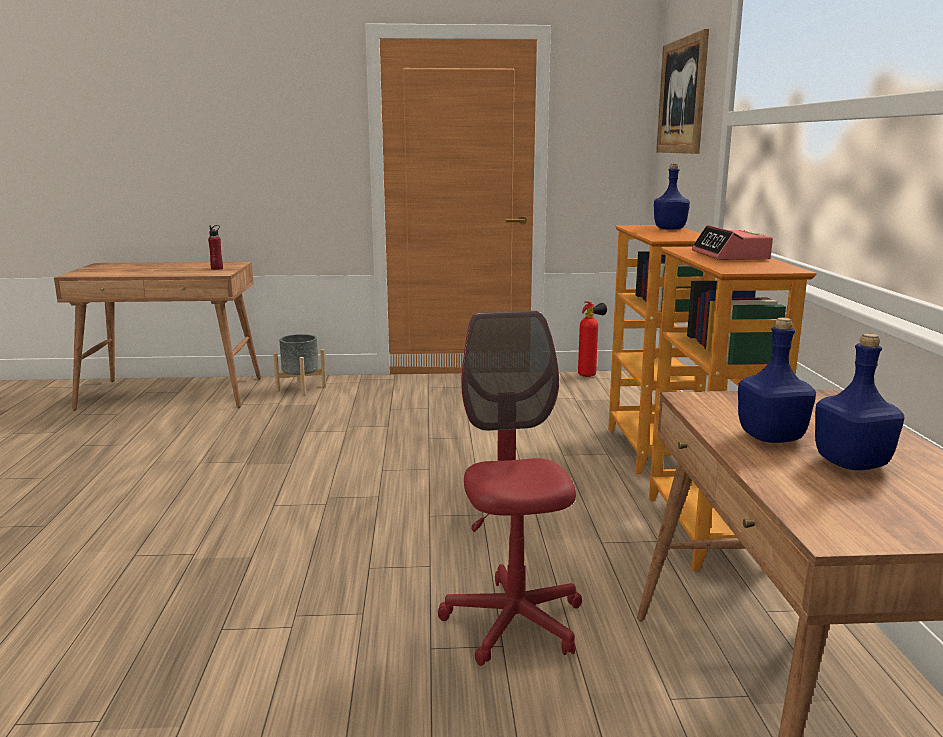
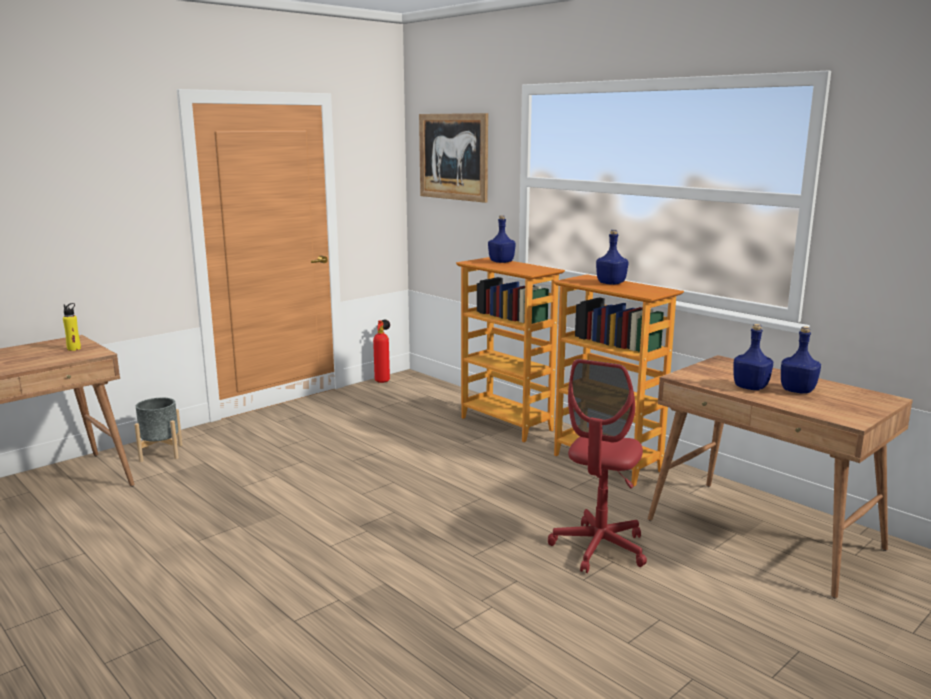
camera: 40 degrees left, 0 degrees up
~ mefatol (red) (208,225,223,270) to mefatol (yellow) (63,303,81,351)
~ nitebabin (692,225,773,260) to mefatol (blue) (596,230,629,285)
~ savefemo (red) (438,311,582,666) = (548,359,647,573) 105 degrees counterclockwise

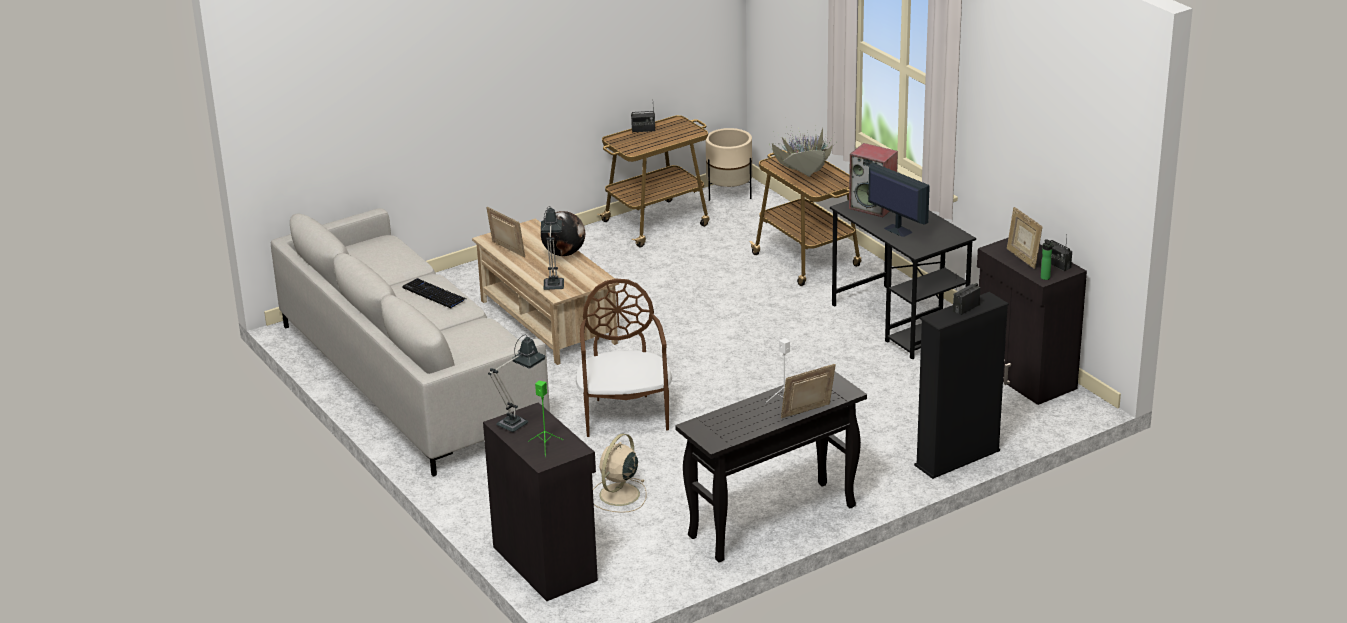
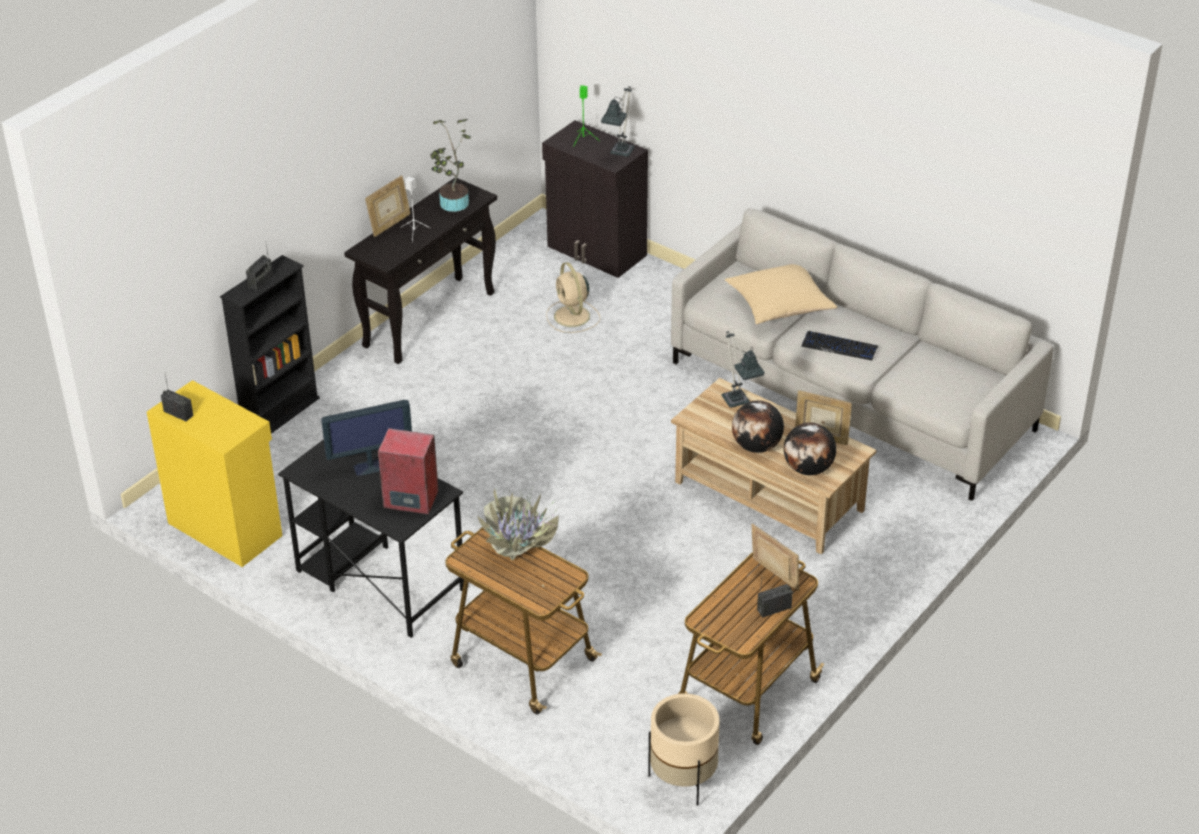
camera: 160 degrees right, 10 degrees up
~ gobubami (868,163,930,237) = (321,400,412,476) 45 degrees counterclockwise
~ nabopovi (1007,207,1043,269) to (751,524,799,591)
~ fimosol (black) (977,238,1087,405) to fimosol (yellow) (147,380,282,567)
- mefatol (1041,239,1054,280)
- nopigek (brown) (576,279,672,437)
~ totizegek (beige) (593,433,647,513) = (546,262,600,333) 150 degrees clockwise
+ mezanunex (430,119,471,212)
+ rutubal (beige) (725,264,838,324)
+ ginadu (784,422,836,475)

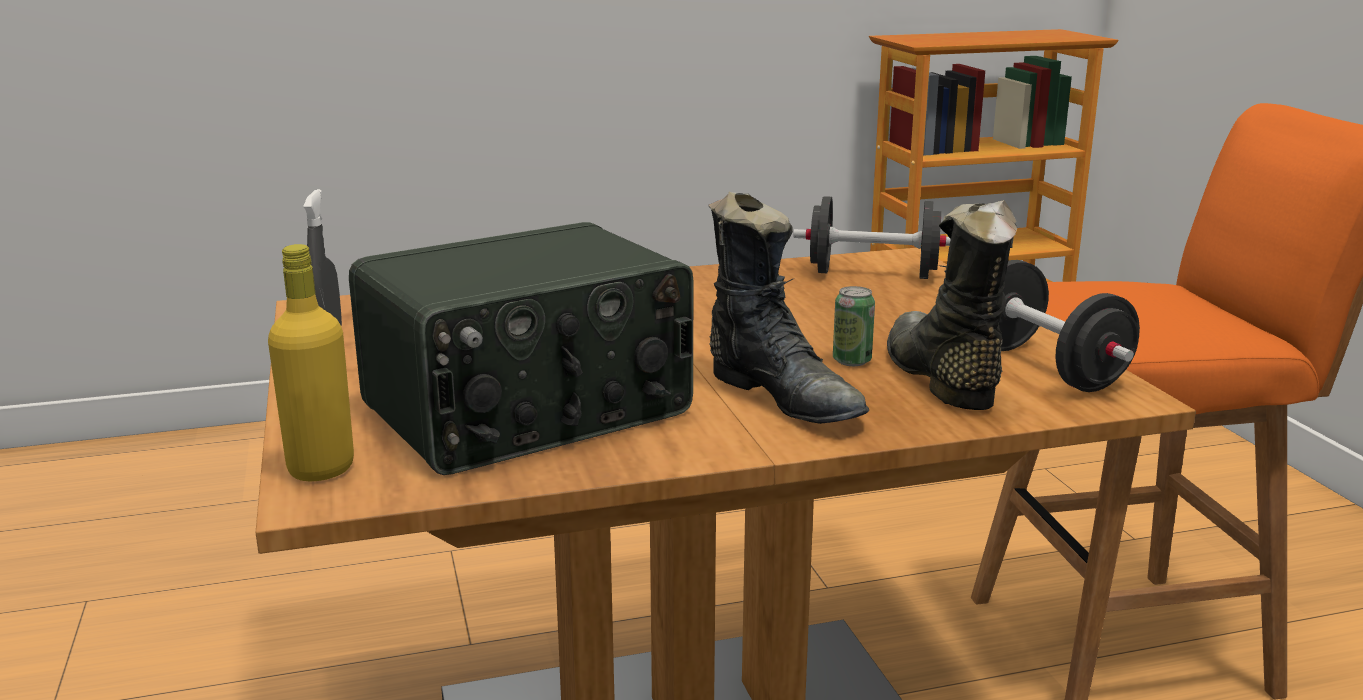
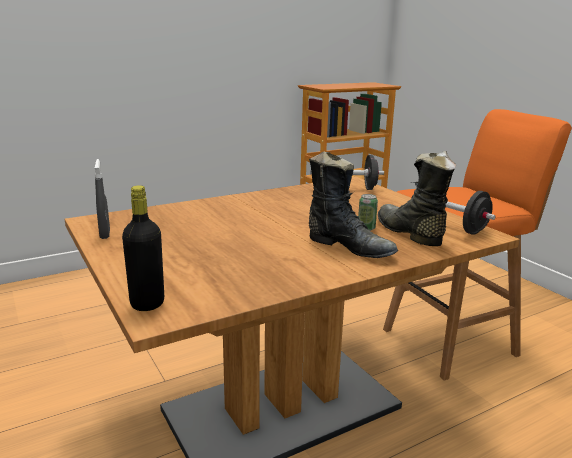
camera: 15 degrees left, 0 degrees up
- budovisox (349,222,693,475)
~ mefatol (yellow) (268,244,354,481) to mefatol (black) (122,185,164,311)

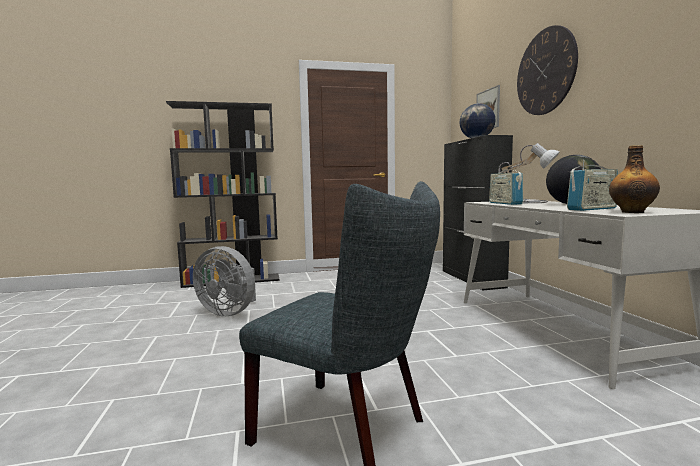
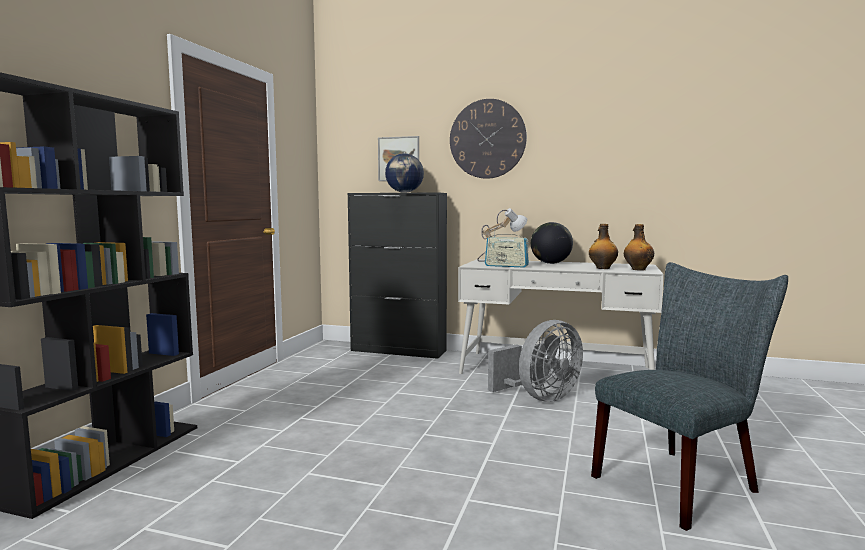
camera: 60 degrees left, 0 degrees up
~ budovisox (567,160,618,211) to mefatol (589,224,618,269)
~ totizegek (grey) (193,246,256,316) to (488,320,583,402)

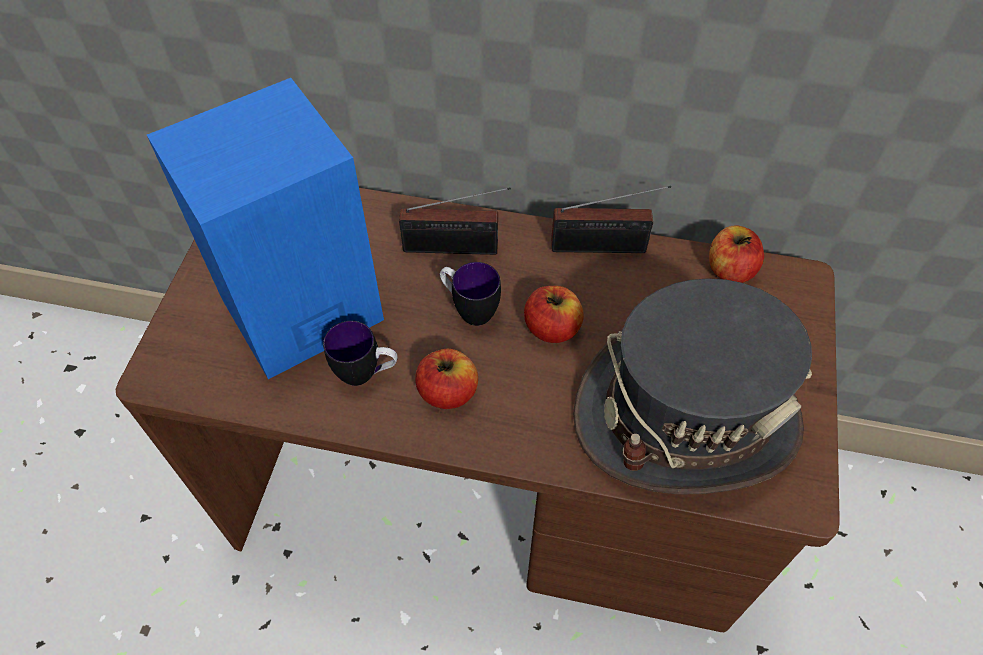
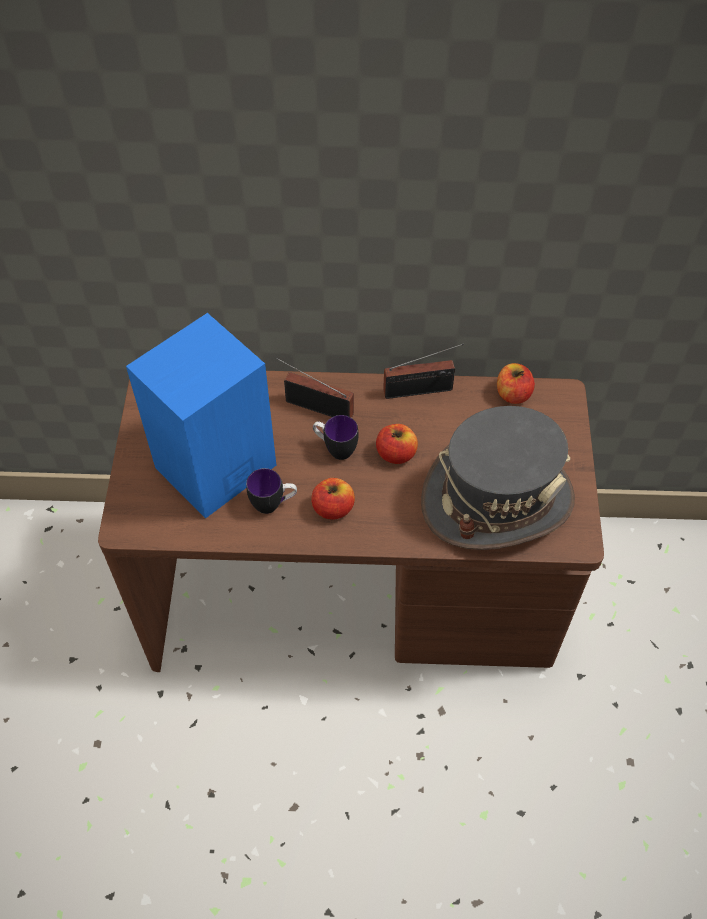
camera: 10 degrees left, 0 degrees up
~ budovisox (399,187,511,255) = (276,358,354,418) 150 degrees counterclockwise

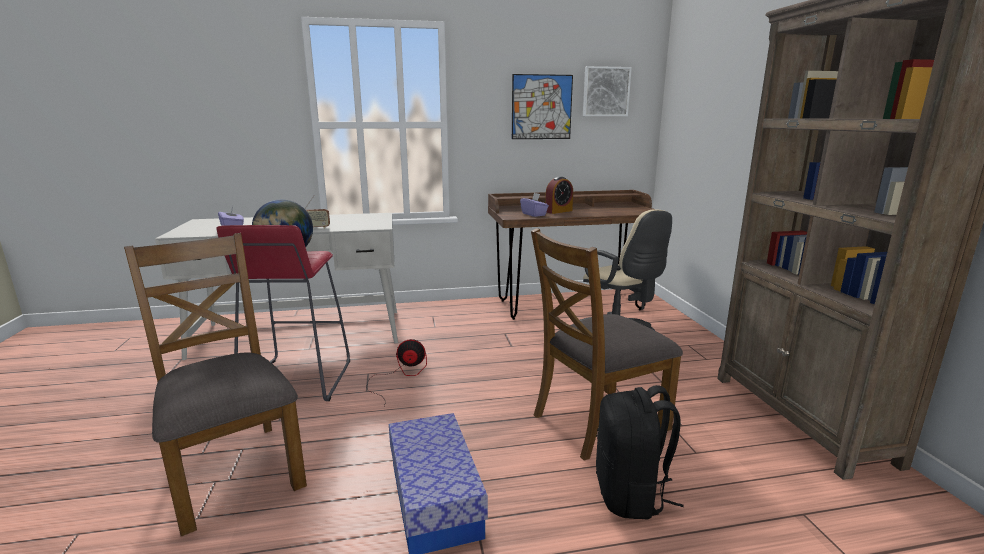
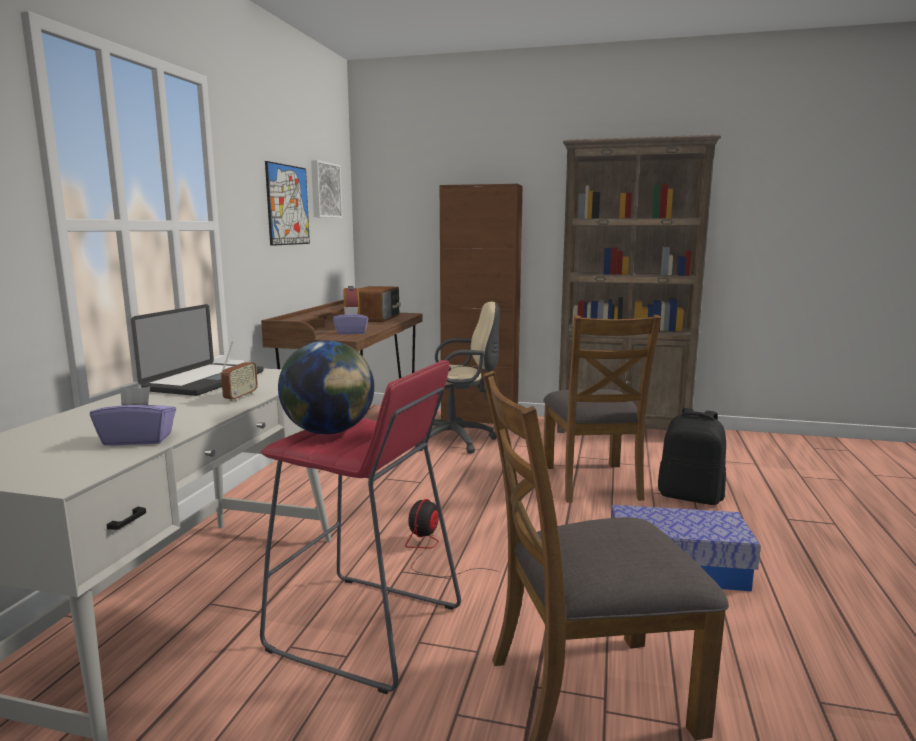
camera: 65 degrees left, 5 degrees down
+ fimosol (brown) (440,184,523,424)
+ budovisox (358,286,401,322)
+ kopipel (131,304,263,396)

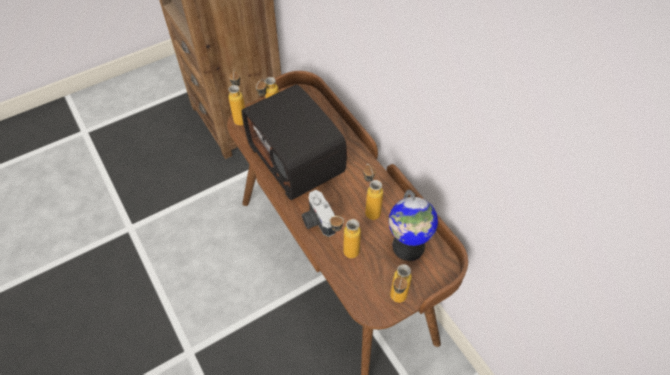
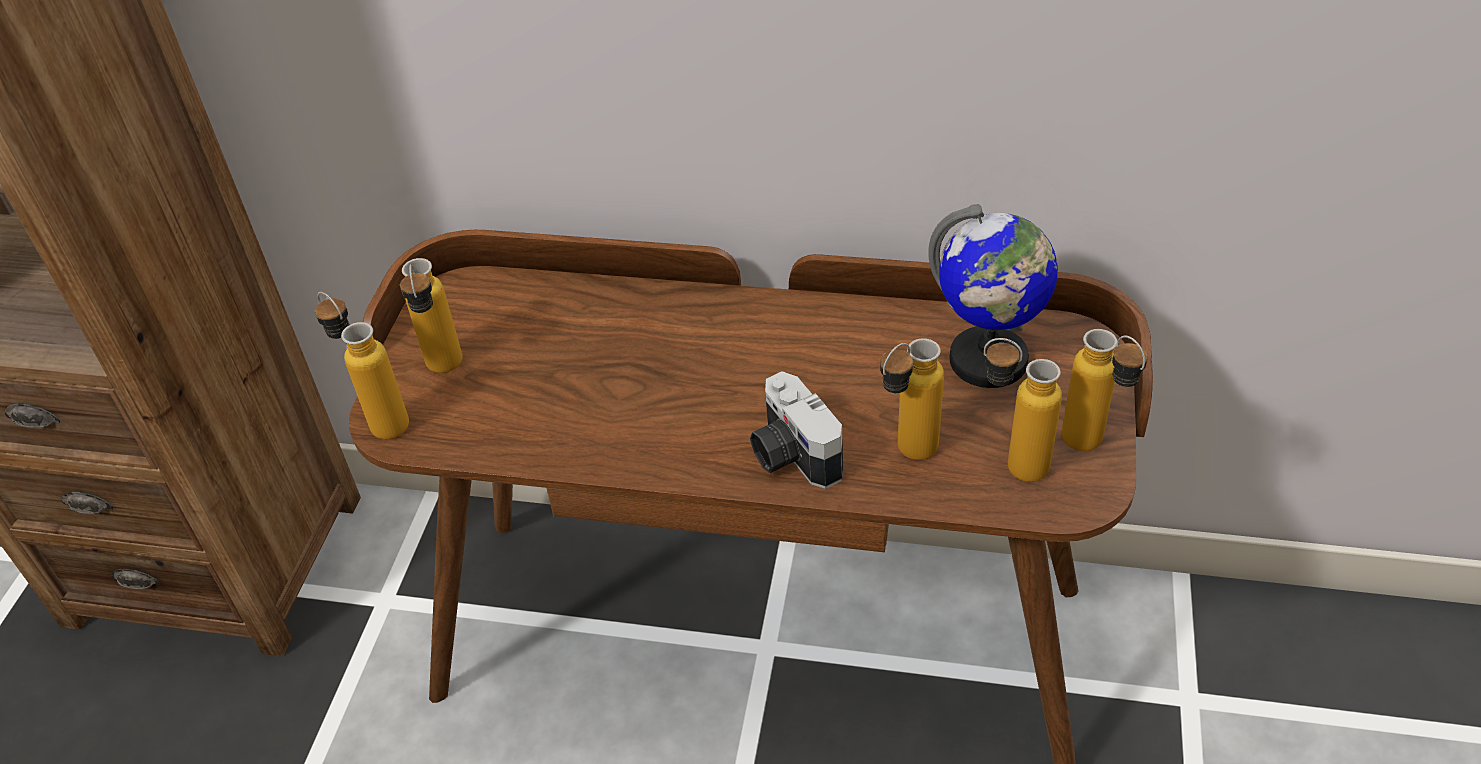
camera: 45 degrees left, 10 degrees down
- budovisox (242,84,347,200)
~ mefatol (363,164,383,220) to (984,338,1062,482)
~ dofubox (302,190,336,237) = (750,371,843,489) 45 degrees clockwise

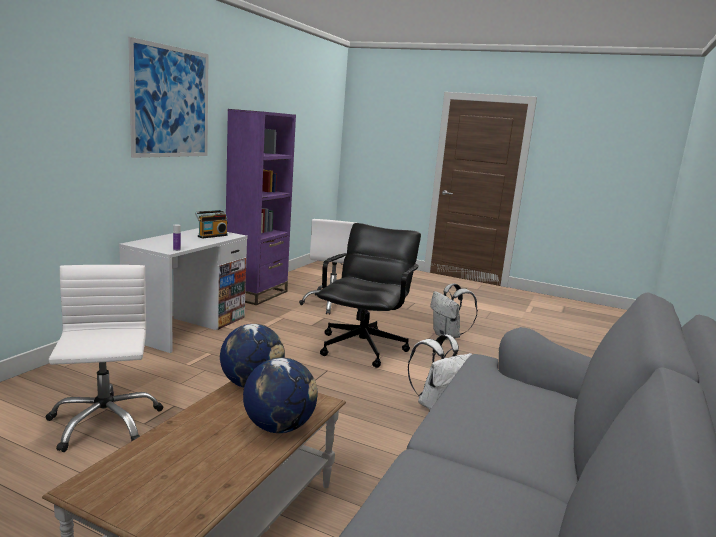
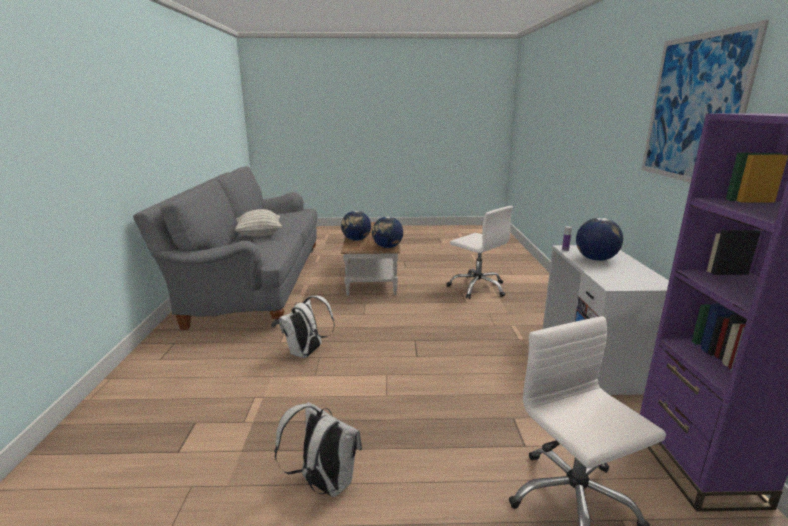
camera: 155 degrees right, 5 degrees up
- budovisox (195,210,228,239)
- savefemo (black) (317,223,421,368)
+ rutubal (235,209,282,237)
+ ginadu (576,218,623,261)

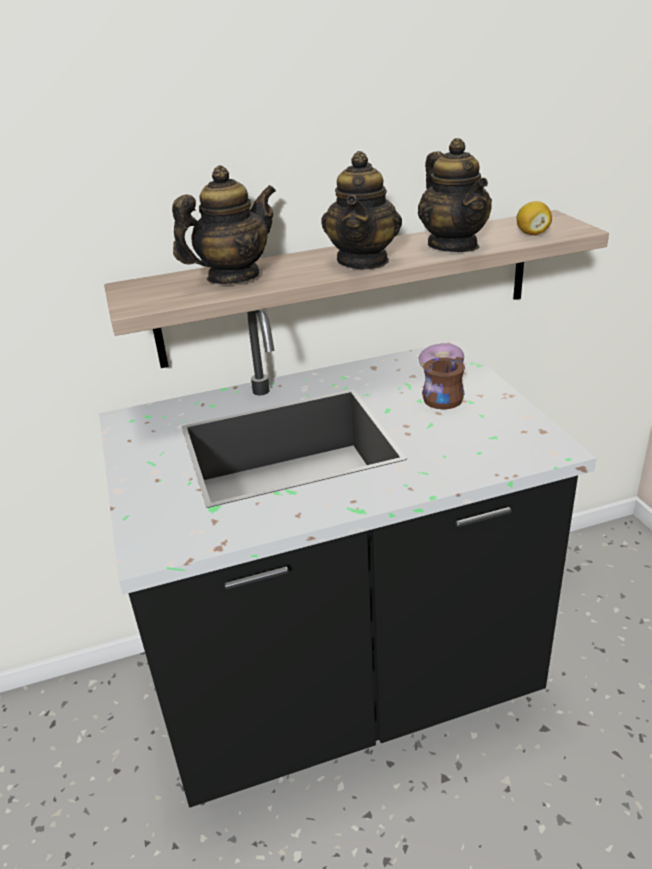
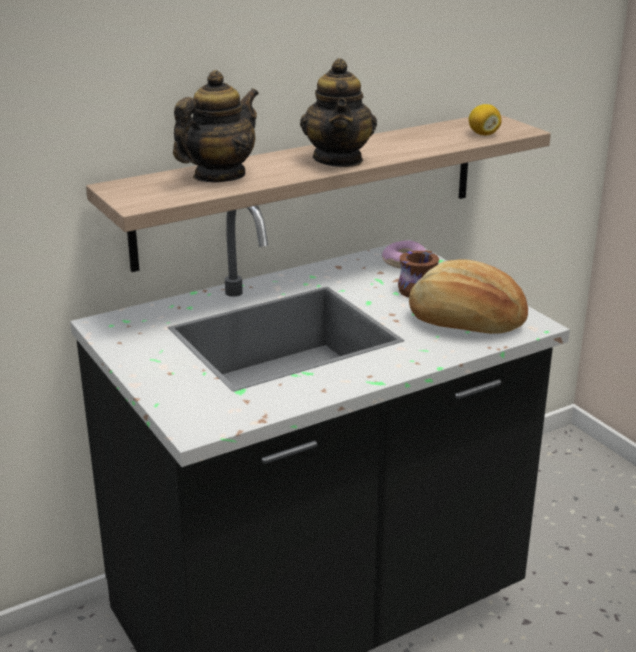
camera: 15 degrees left, 5 degrees down
- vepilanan (418,138,492,252)
+ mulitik (409,259,528,334)

